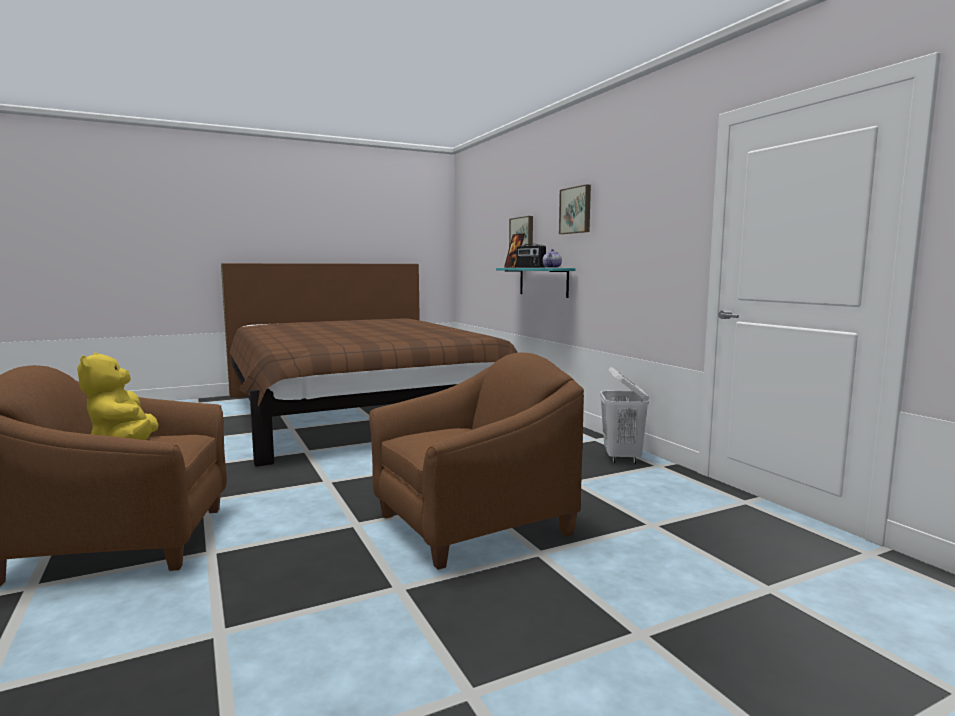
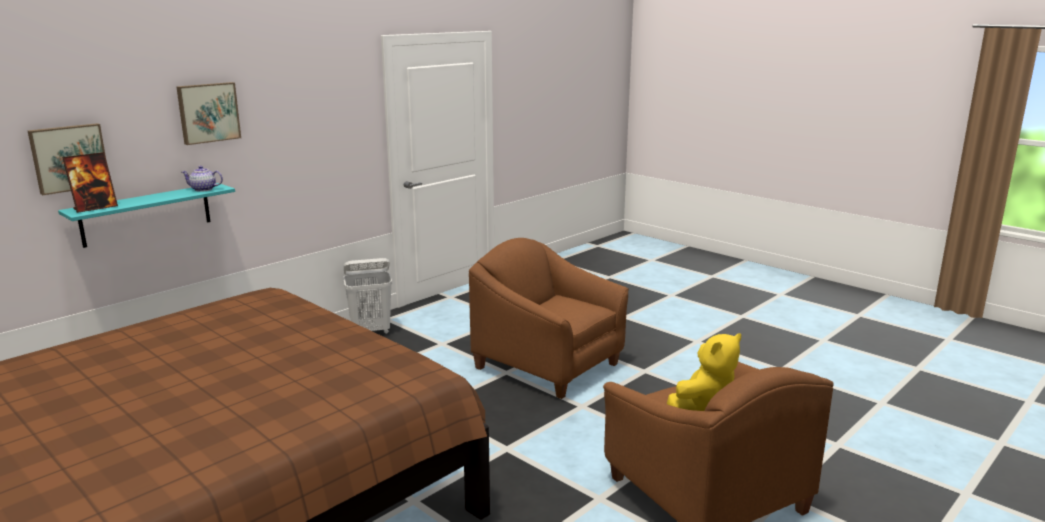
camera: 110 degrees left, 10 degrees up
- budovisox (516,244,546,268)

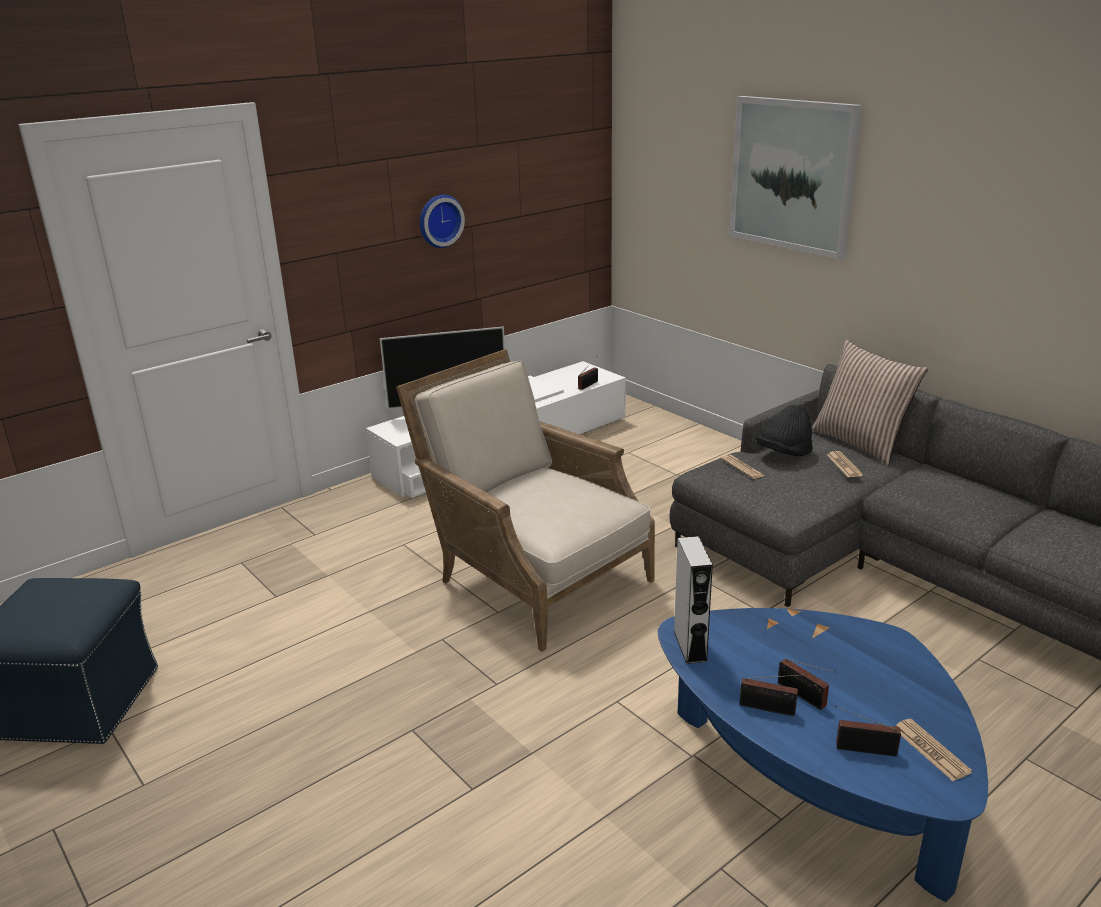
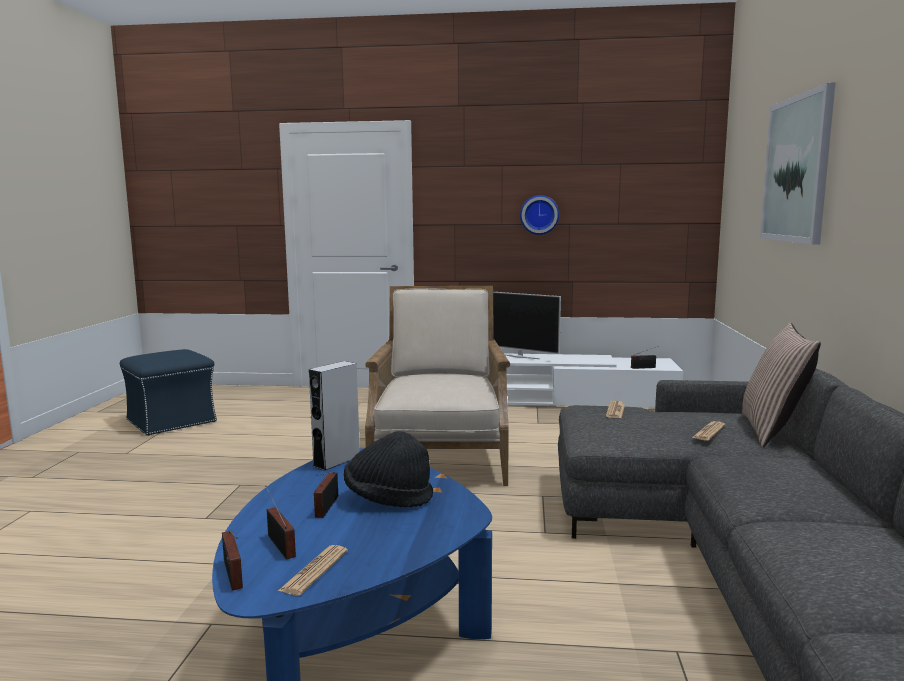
camera: 45 degrees right, 15 degrees down
~ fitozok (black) (756,405,813,456) to (344,431,433,508)
~ budovisox (739,674,807,716) to (222,530,243,591)

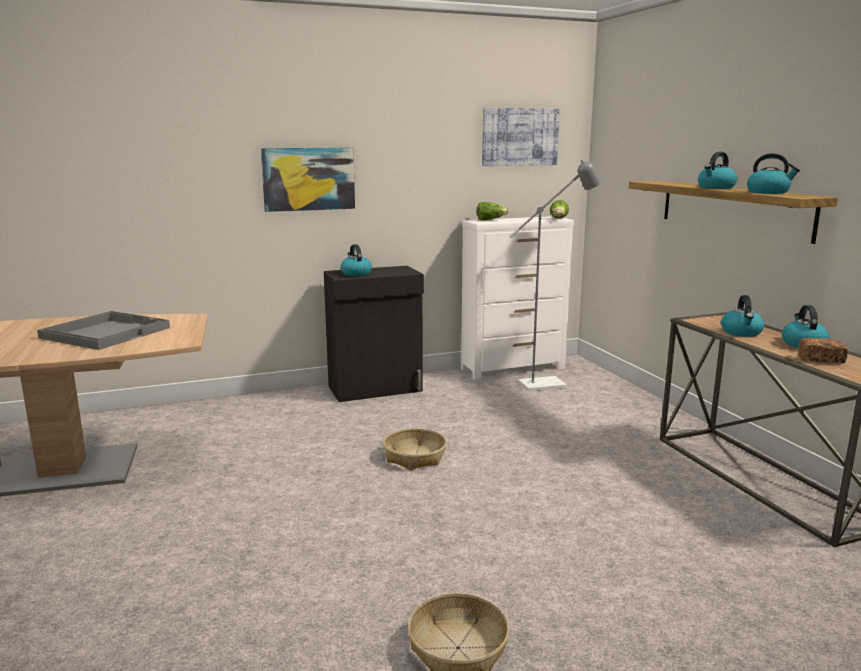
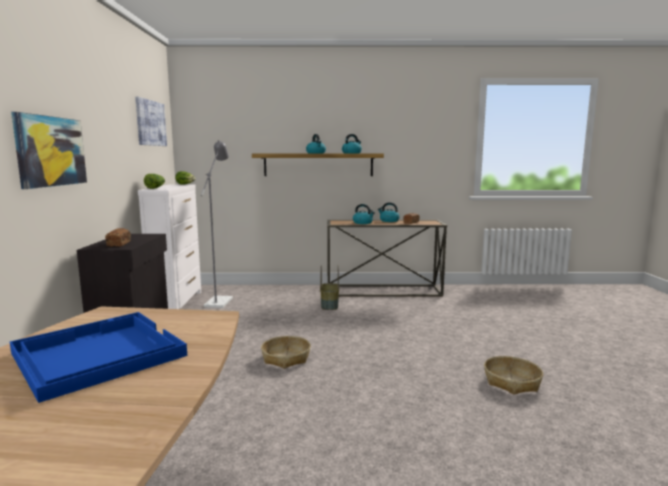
camera: 70 degrees left, 5 degrees down
~ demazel (340,244,372,276) to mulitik (105,228,131,247)
~ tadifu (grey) (37,311,170,350) to tadifu (blue) (10,312,187,403)
+ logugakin (320,265,339,310)

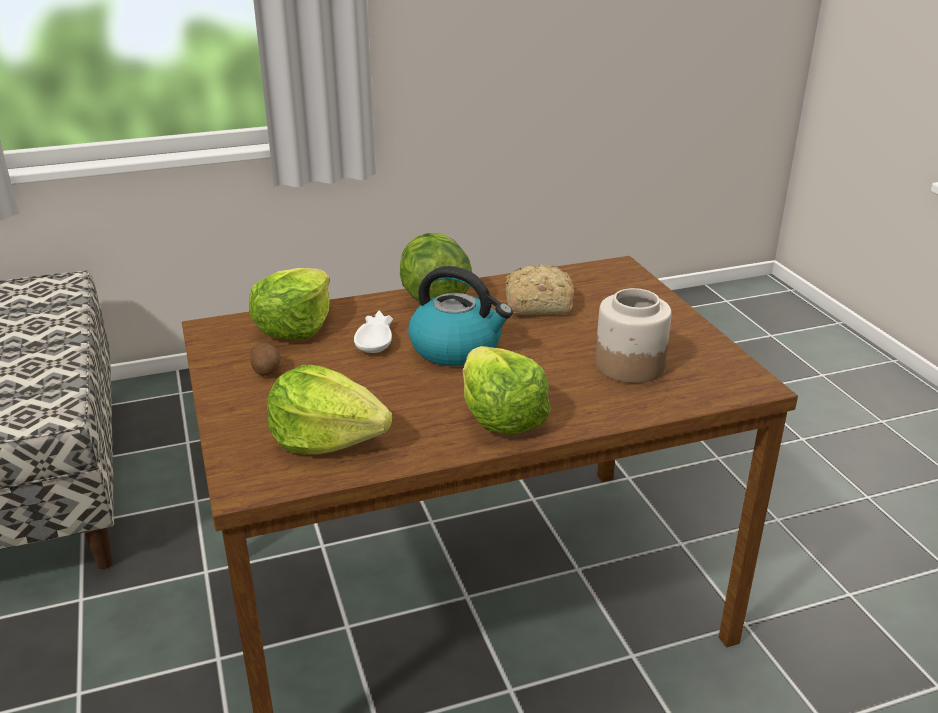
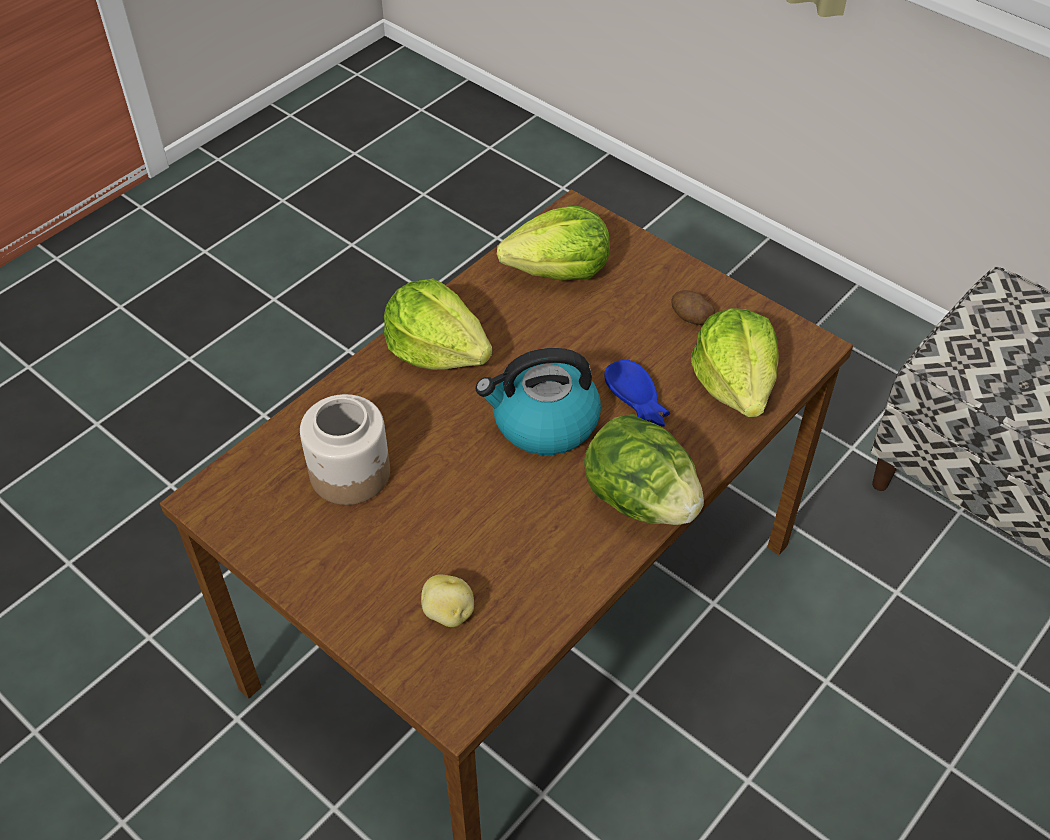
camera: 150 degrees right, 20 degrees up
- mulitik (506,264,574,315)
~ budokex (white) (354,311,393,353) to budokex (blue) (605,360,670,427)
+ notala (421,574,474,627)

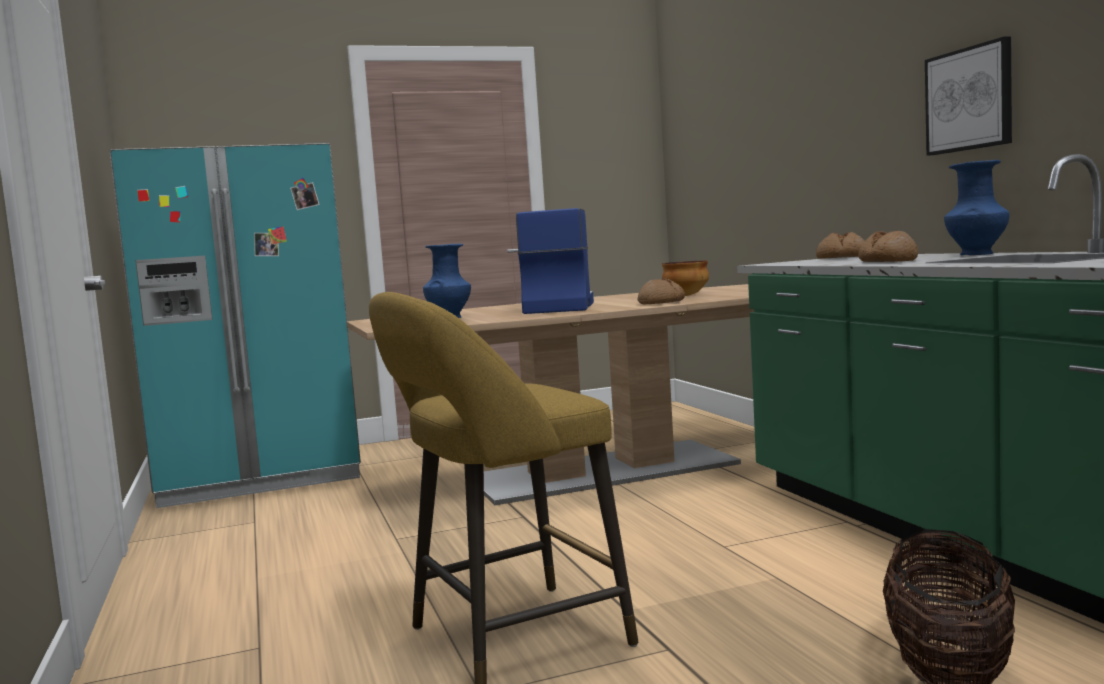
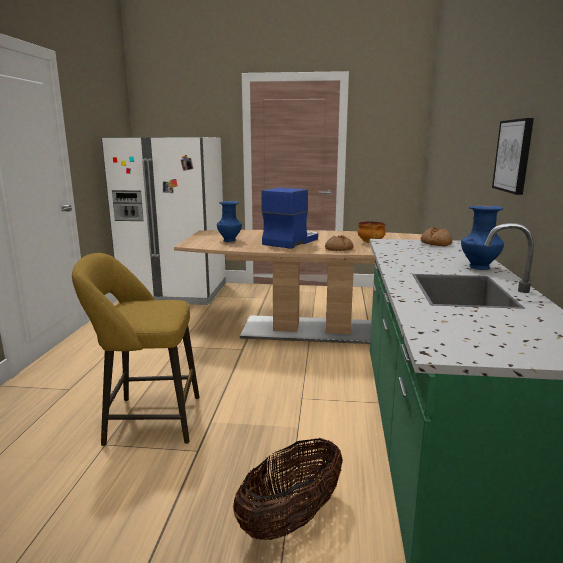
camera: 25 degrees right, 10 degrees up
~ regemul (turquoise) (110,143,361,508) to regemul (white) (101,137,226,305)
- mulitik (858,231,918,262)

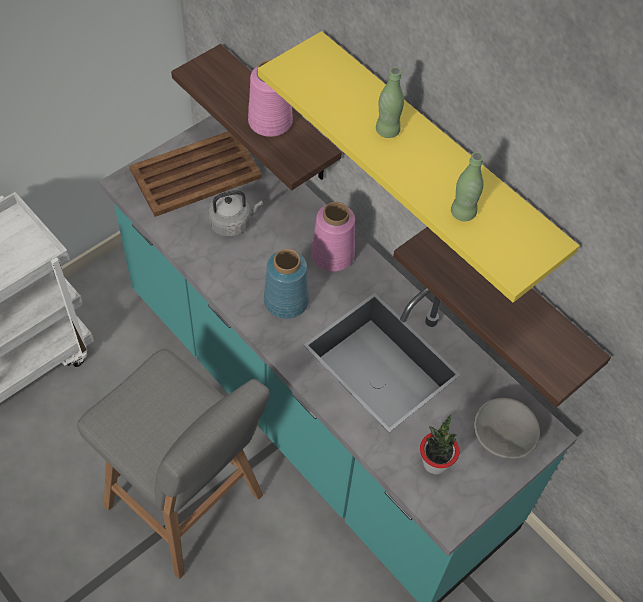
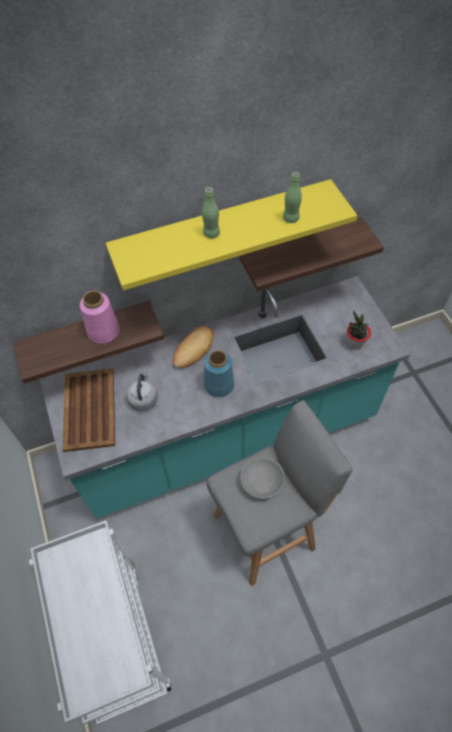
camera: 65 degrees left, 0 degrees up
~ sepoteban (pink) (311,202,355,271) to mulitik (172,326,214,368)
~ budokex (grey) (474,398,540,459) to (240,457,285,499)

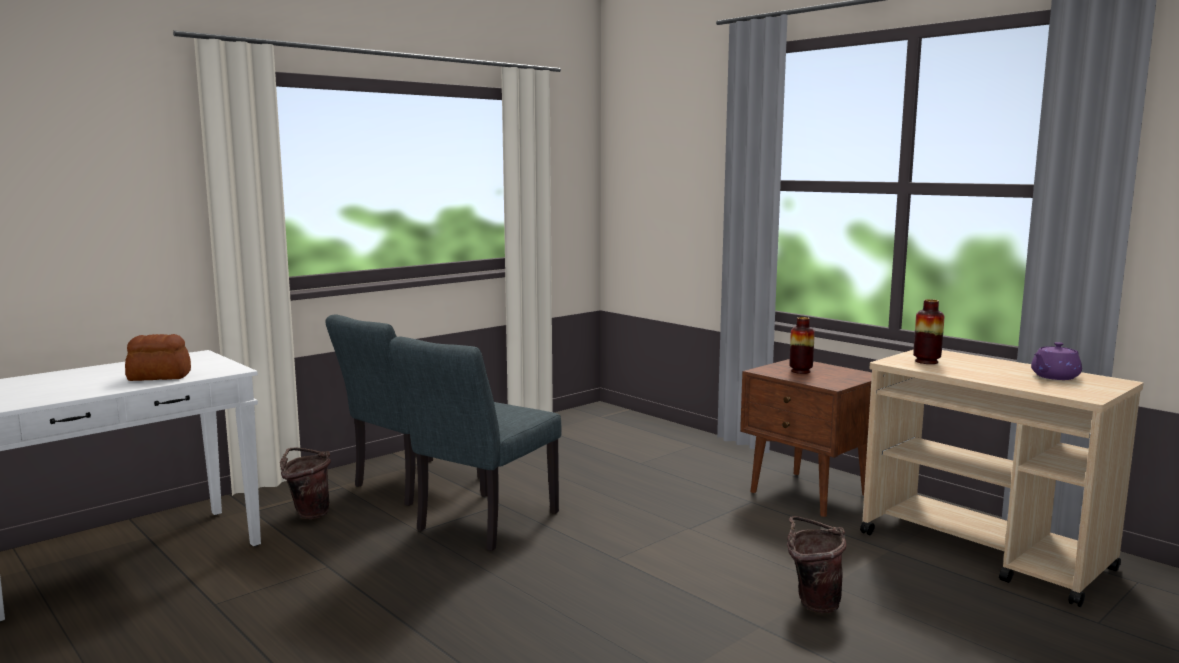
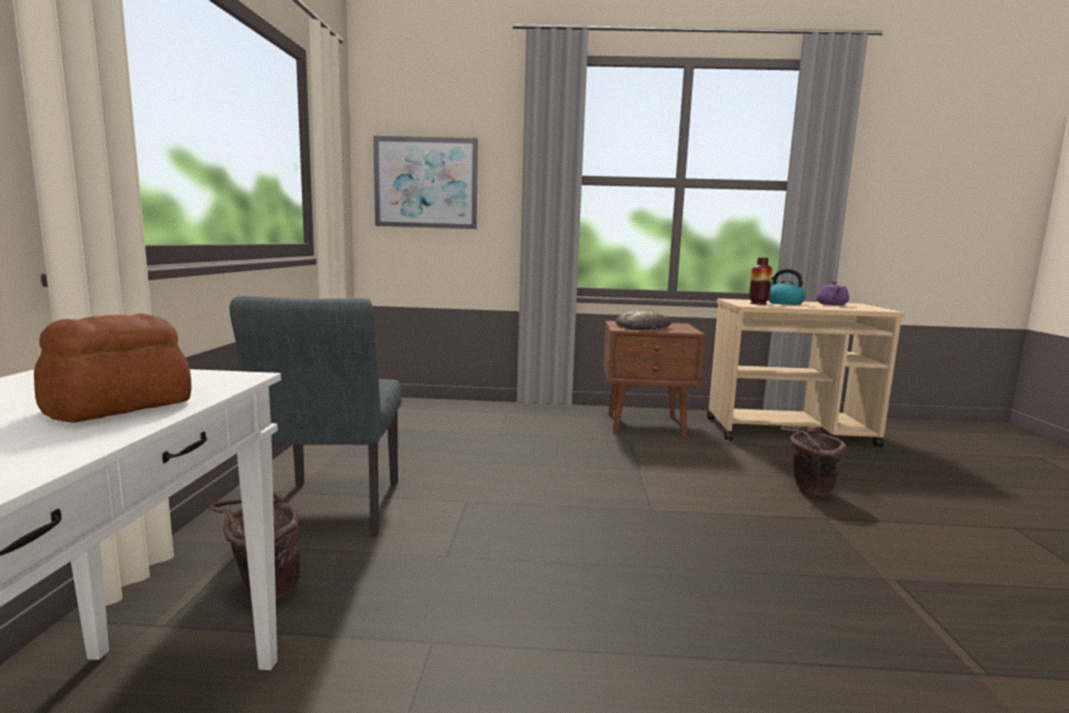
camera: 45 degrees left, 0 degrees up
~ sepoteban (789,317,815,374) to mulitik (616,310,671,330)
- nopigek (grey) (389,337,561,551)
+ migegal (373,136,478,229)
+ demazel (769,269,806,305)

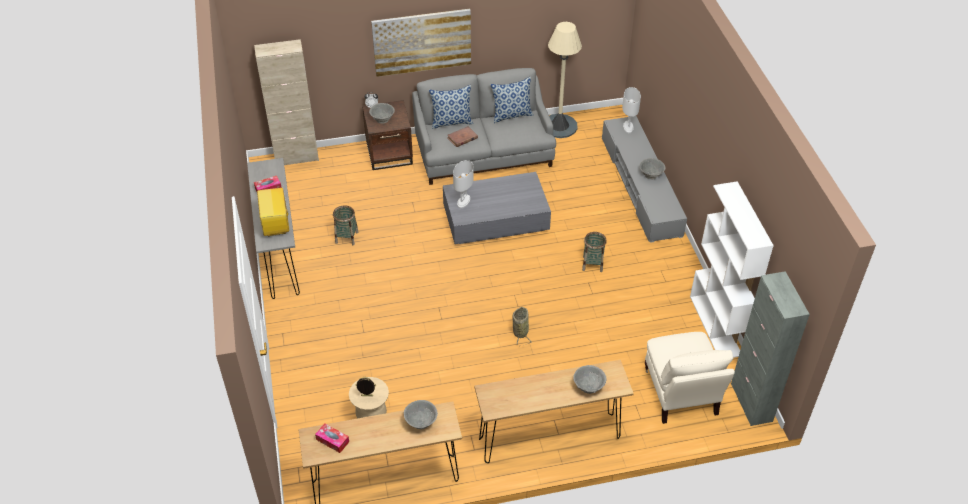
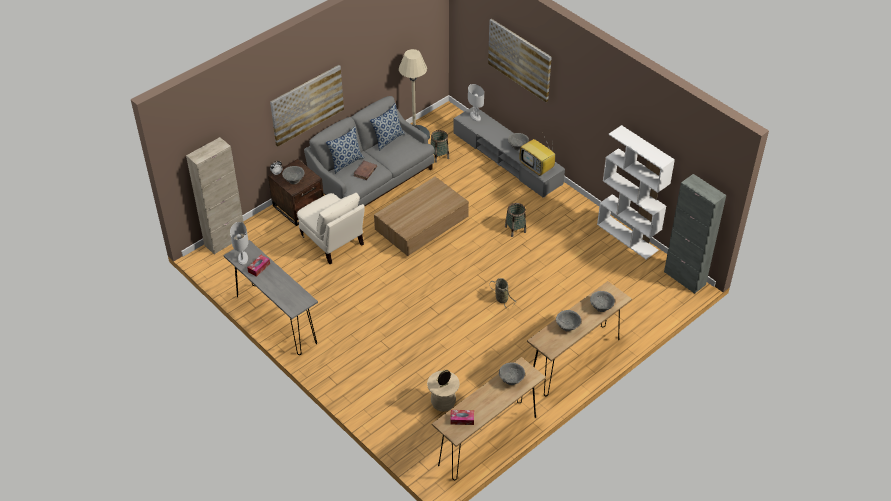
camera: 30 degrees left, 0 degrees up
~ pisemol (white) (453,160,474,208) to (230,222,248,265)
~ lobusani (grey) (443,172,551,244) to lobusani (brown) (374,176,469,256)
~ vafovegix (257,188,289,237) to (520,136,555,176)
~ logugakin (333,205,359,245) to (430,130,449,163)
~ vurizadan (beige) (645,332,735,424) to (297,193,365,264)
+ migegal (488,19,552,102)
+ budokex (grey) (556,310,581,331)

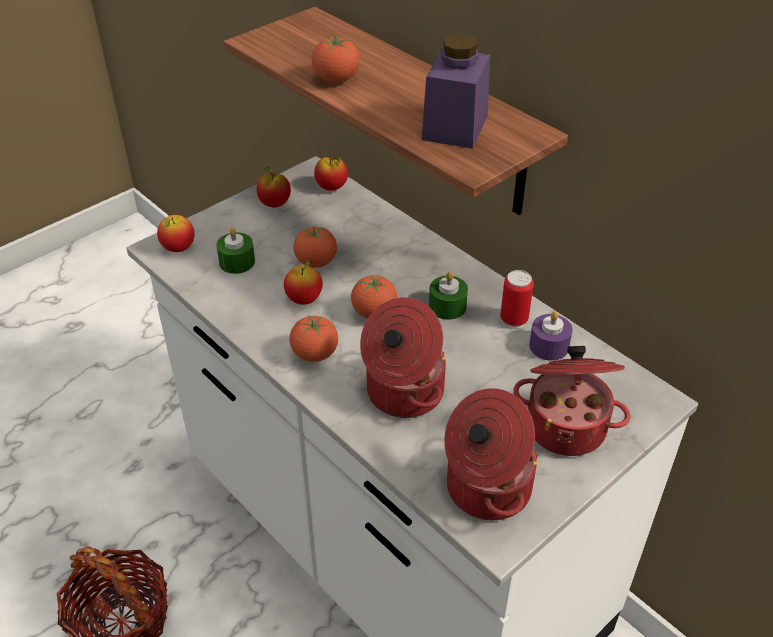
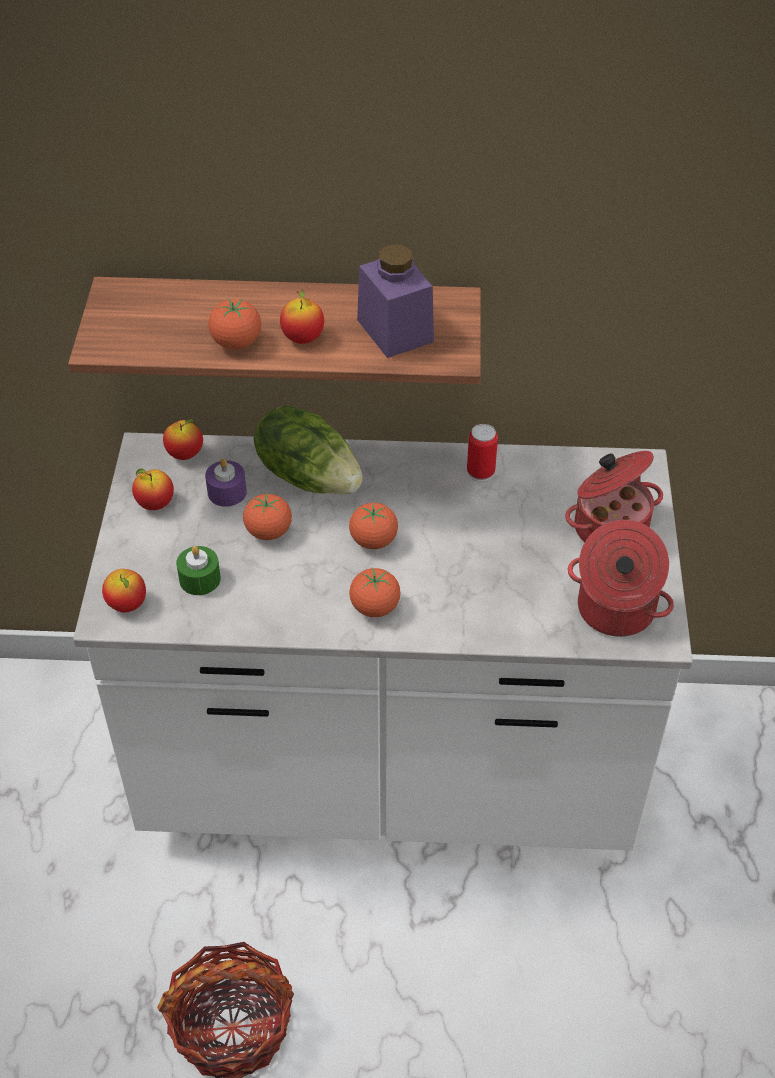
camera: 45 degrees left, 5 degrees up
~ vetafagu (284,260,323,305) to (280,290,324,344)
- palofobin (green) (429,272,468,320)
- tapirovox (360,297,446,418)
~ palofobin (purple) (529,311,573,361) to (205,459,247,507)
+ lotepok (254,405,363,495)

